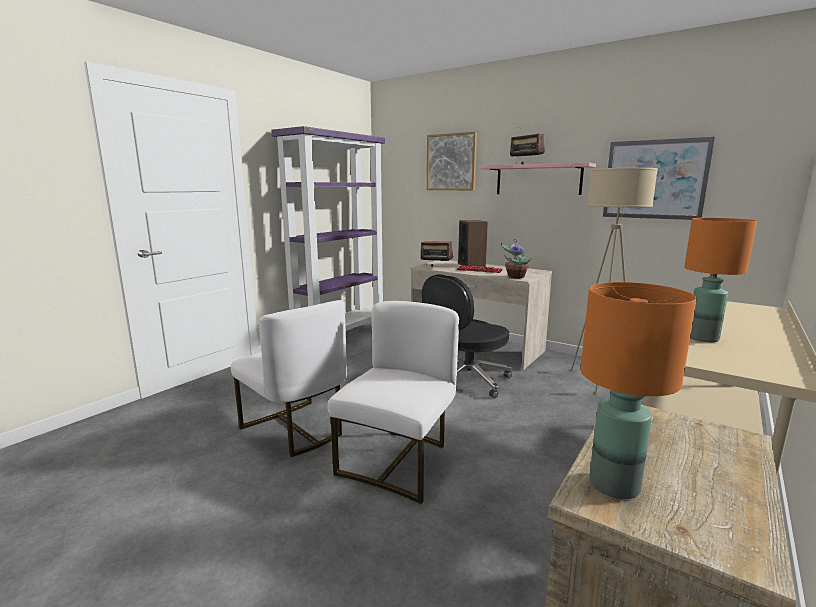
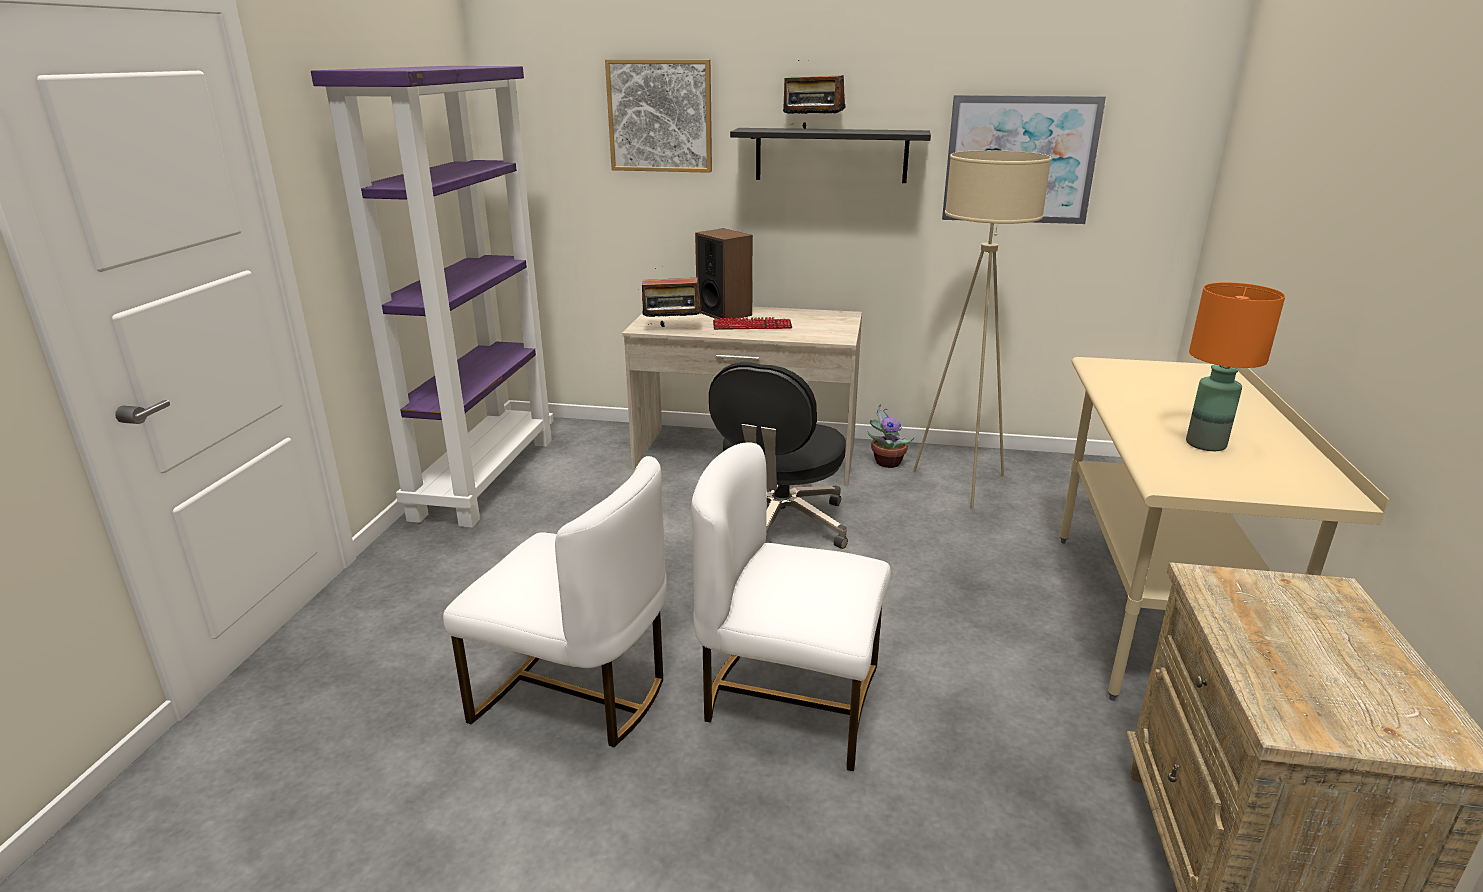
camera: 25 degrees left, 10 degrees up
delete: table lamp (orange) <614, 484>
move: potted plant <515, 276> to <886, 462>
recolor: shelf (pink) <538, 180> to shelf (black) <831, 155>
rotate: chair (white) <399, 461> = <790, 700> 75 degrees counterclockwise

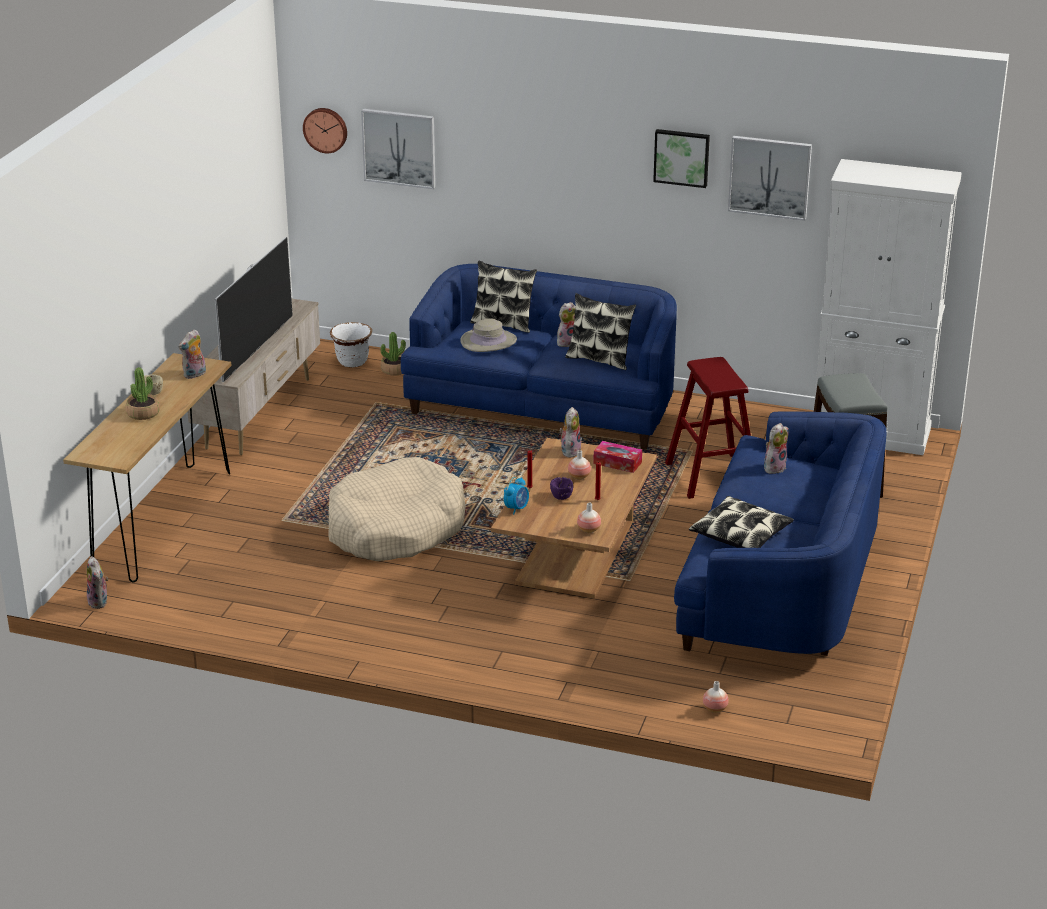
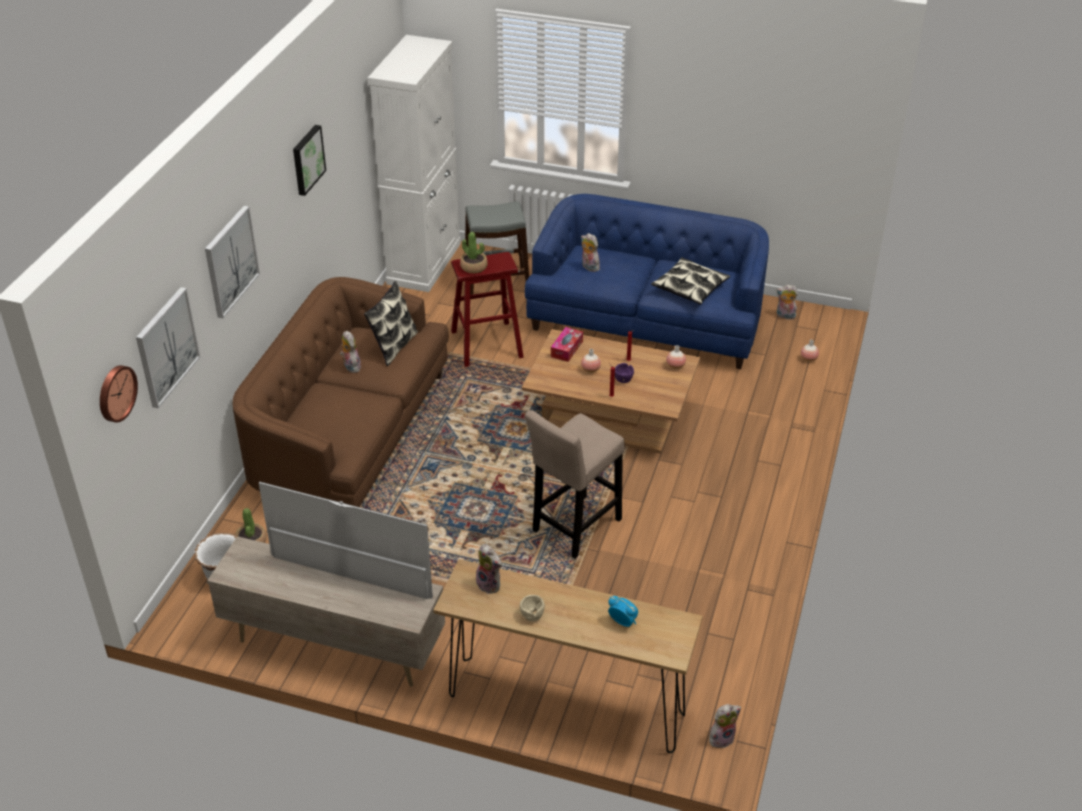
camera: 90 degrees left, 10 degrees up
delete: hat (beige) <488, 341>; pillow <503, 323>
move: picture <769, 177> to <230, 261>; potted plant <143, 413> to <474, 267>; alarm clock <516, 508> to <623, 622>; plush toy <569, 451> to <785, 316>
replace: dog bed (beige) <395, 528> to stool (beige) <574, 528>
recolor: sofa (blue) <544, 405> to sofa (brown) <349, 435>

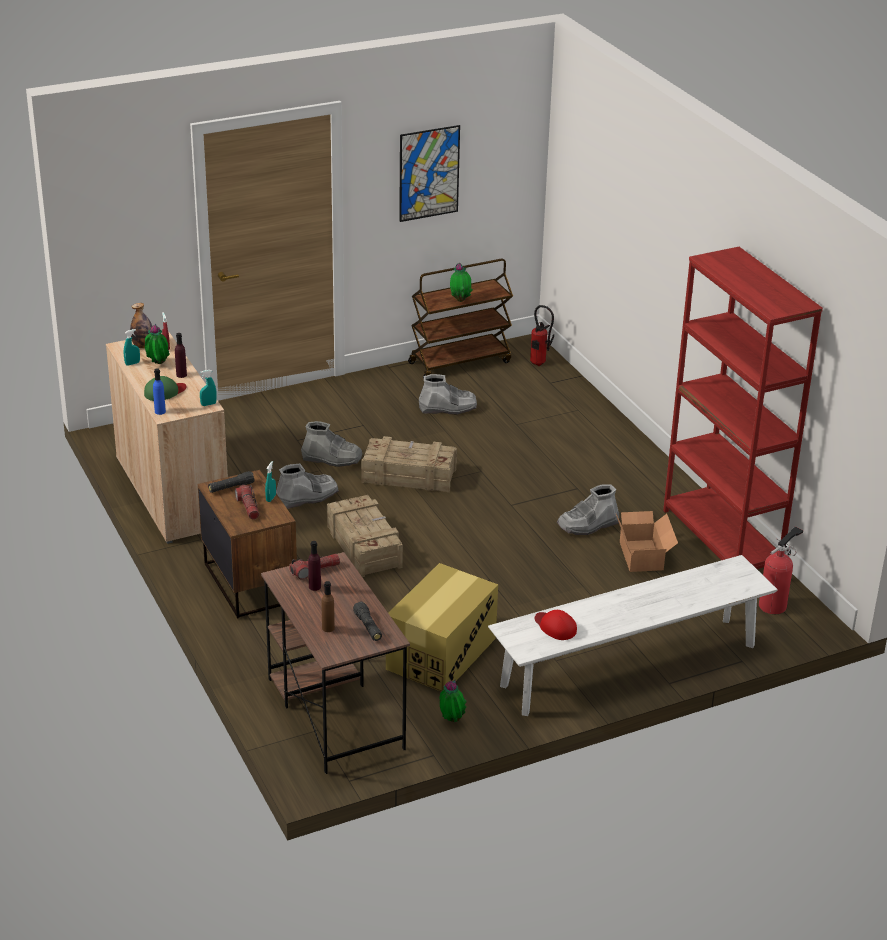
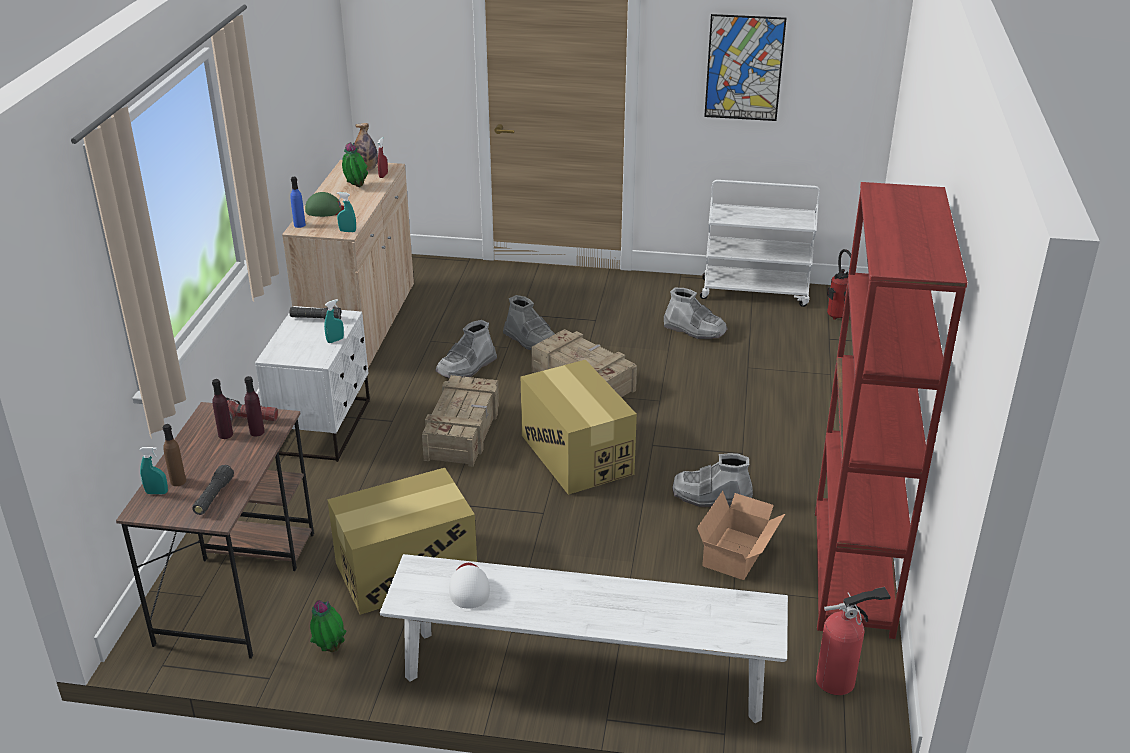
camera: 35 degrees right, 0 degrees up
delete: flashlight <248, 507>; potted plant <460, 300>
insert: cardboard box <577, 454>
move: spray bottle (turquoise) <132, 363> to <157, 492>; bottle (purple) <181, 375> to <257, 432>
recolor: nightstand (brown) <250, 583> to nightstand (white) <323, 427>; cap (red) <555, 626> to cap (white) <469, 587>; cart (brown) <460, 362> to cart (white) <755, 292>
rotate: boot (grey) <307, 497> = <467, 367> 120 degrees clockwise

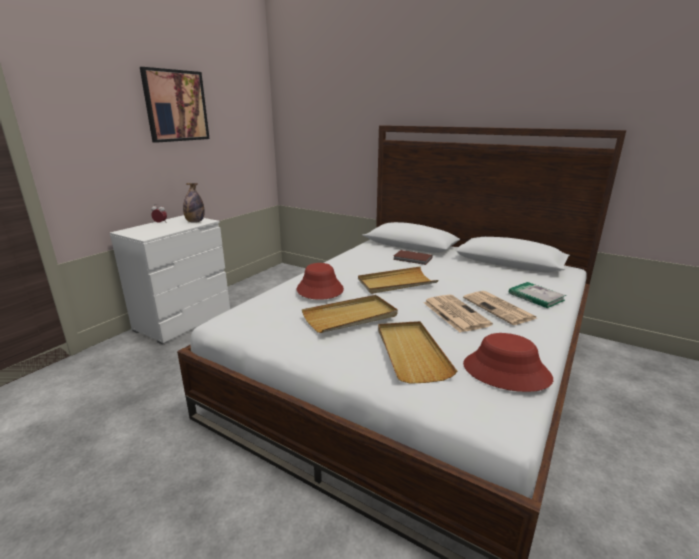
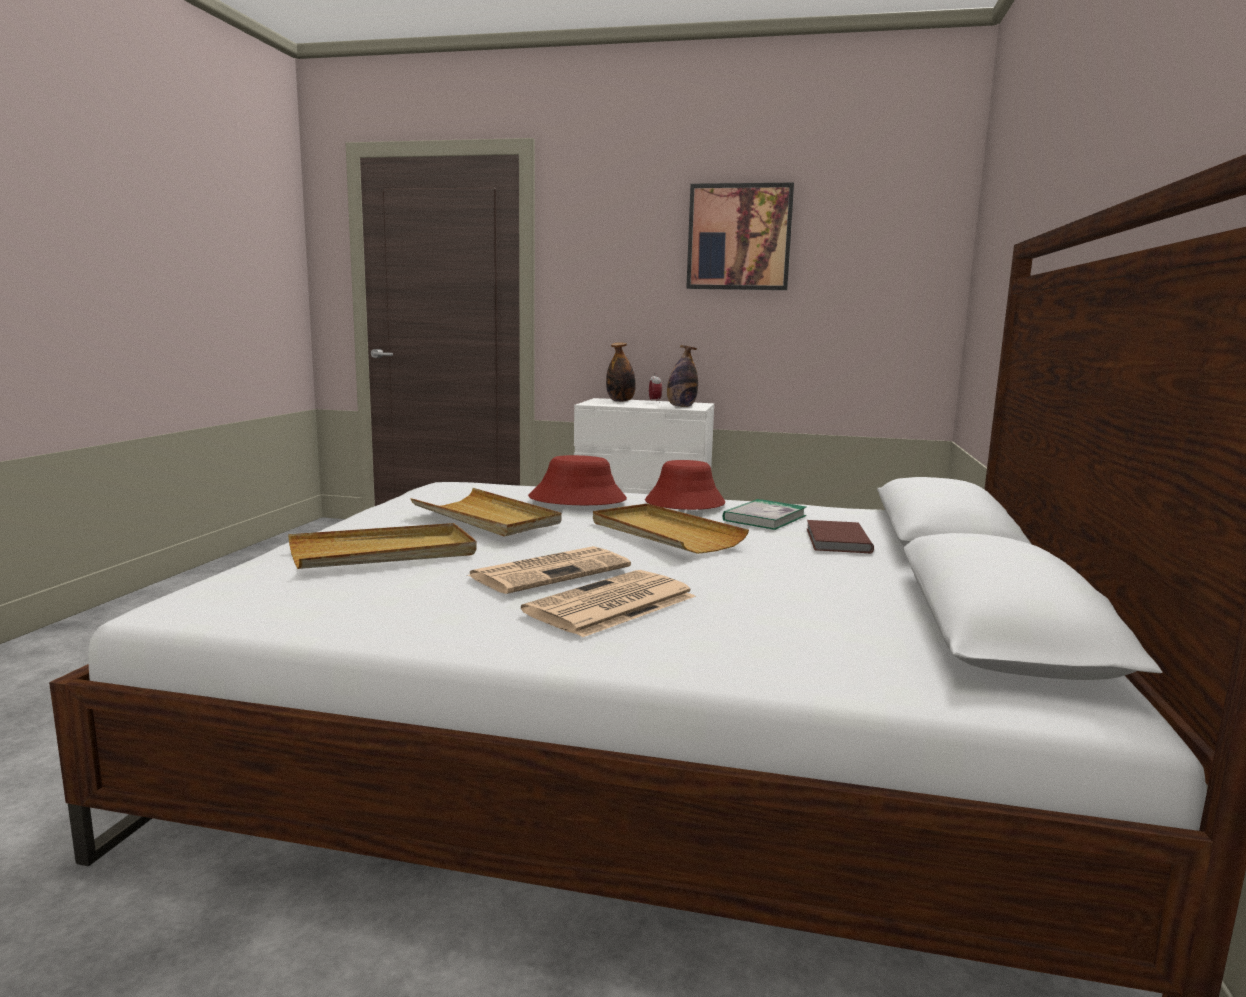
camera: 70 degrees right, 10 degrees down
insert: bottle <620, 401>
move: hat (red) <506, 372> to <684, 503>; book <536, 297> to <765, 518>

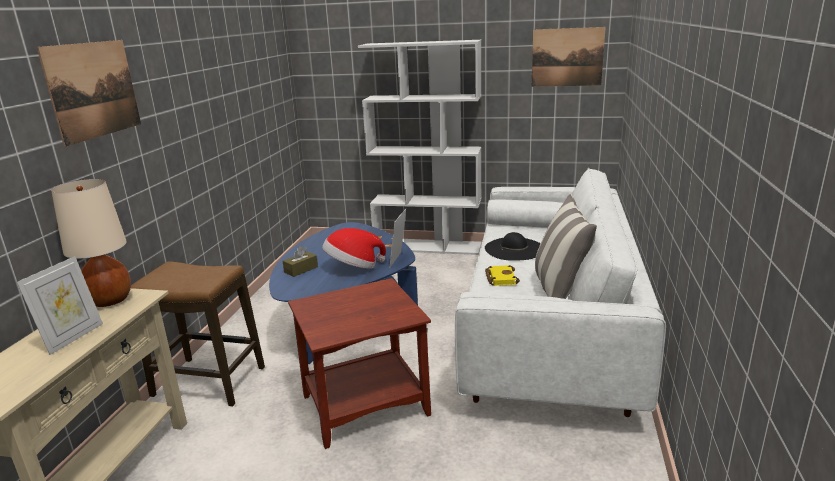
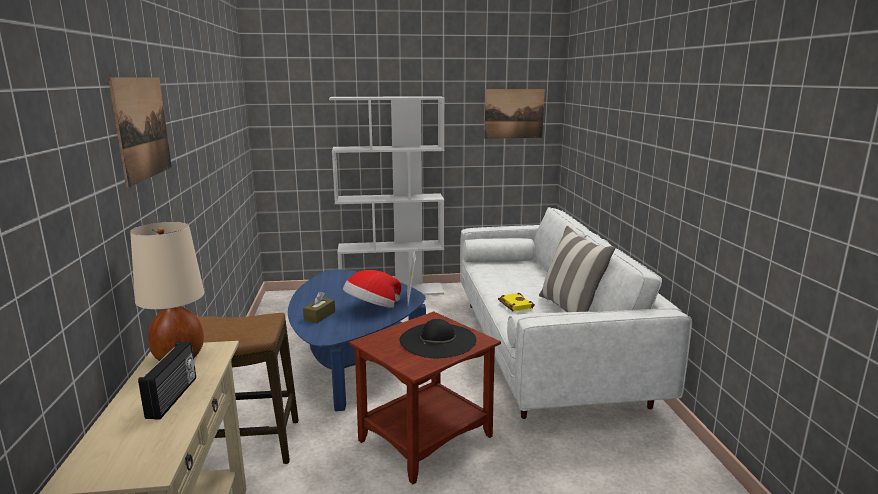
camera: 20 degrees left, 5 degrees down
move: hat (black) <514, 249> to <437, 340>
replace: picture frame <73, 337> to radio <174, 397>

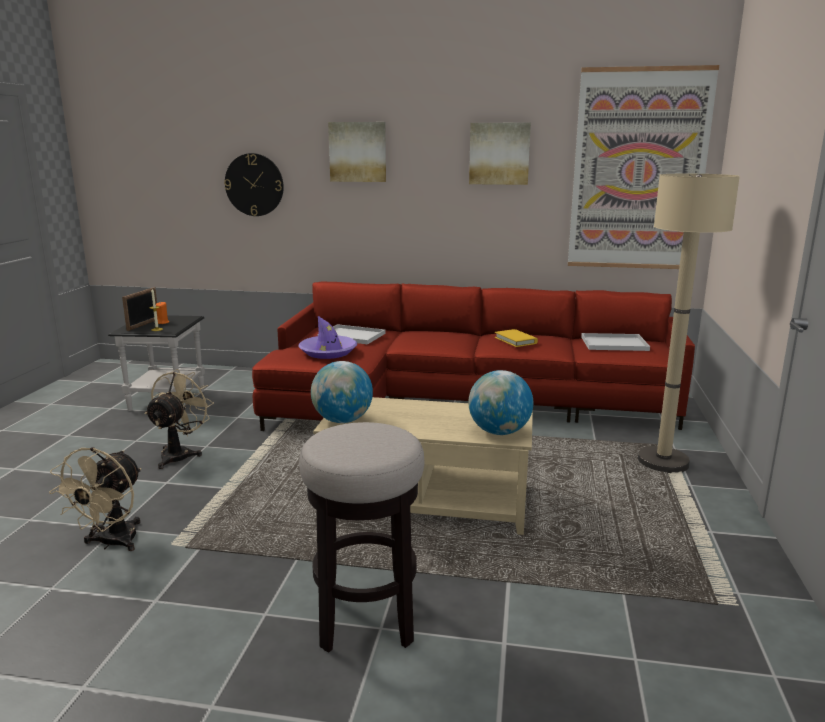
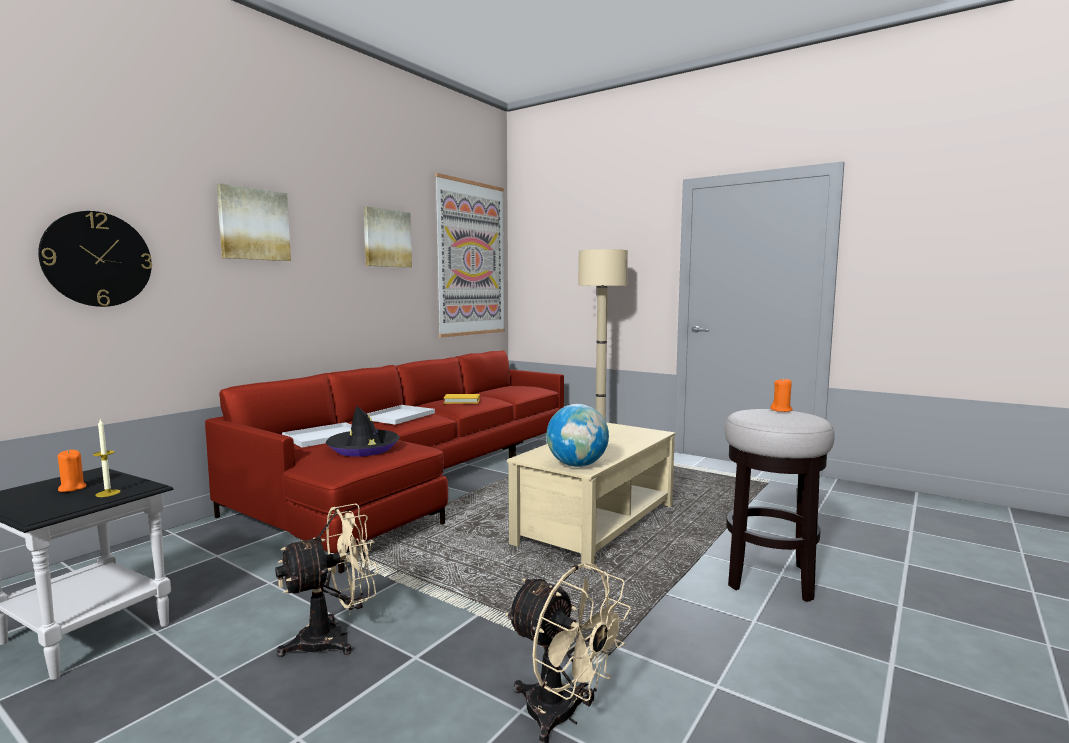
camera: 65 degrees left, 10 degrees down
delete: picture frame <143, 325>; globe <499, 432>
insert: candle (orange) <781, 410>
move: tray (white) <615, 343> to <399, 416>
recolor: hat (purple) <328, 352> to hat (black) <363, 449>
rotate: fan (beige) <180, 454> = <333, 638> 105 degrees clockwise

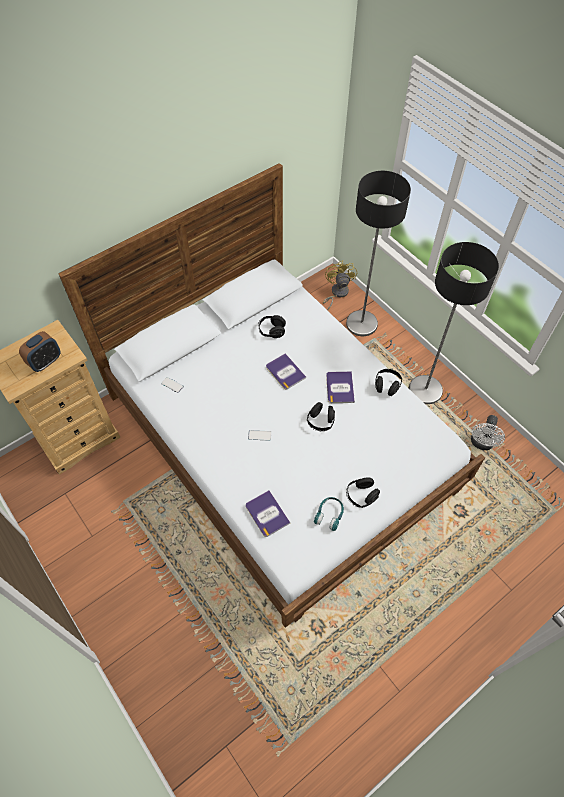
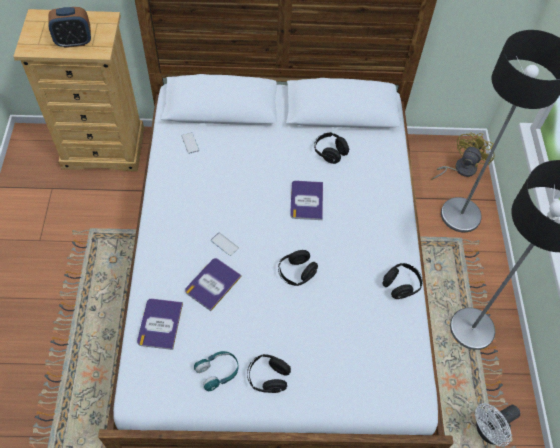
camera: 35 degrees right, 0 degrees up
move: book <340, 387> to <212, 284>

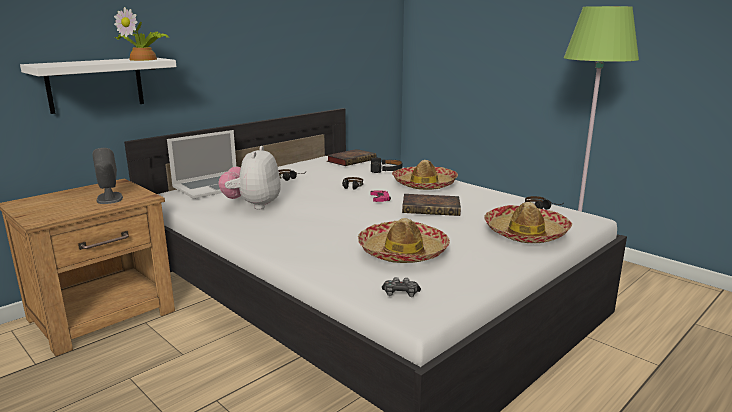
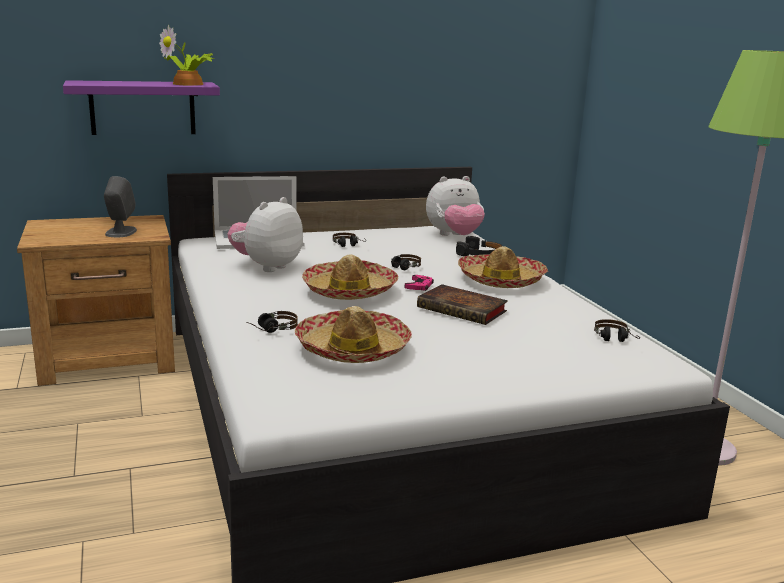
camera: 25 degrees right, 0 degrees up
delete: game controller <400, 294>
insert: headphones <270, 330>
move: hat <526, 233> to <349, 290>
replace: book <352, 160> to plush toy <454, 236>
recolor: shelf (white) <95, 84> to shelf (purple) <142, 108>

